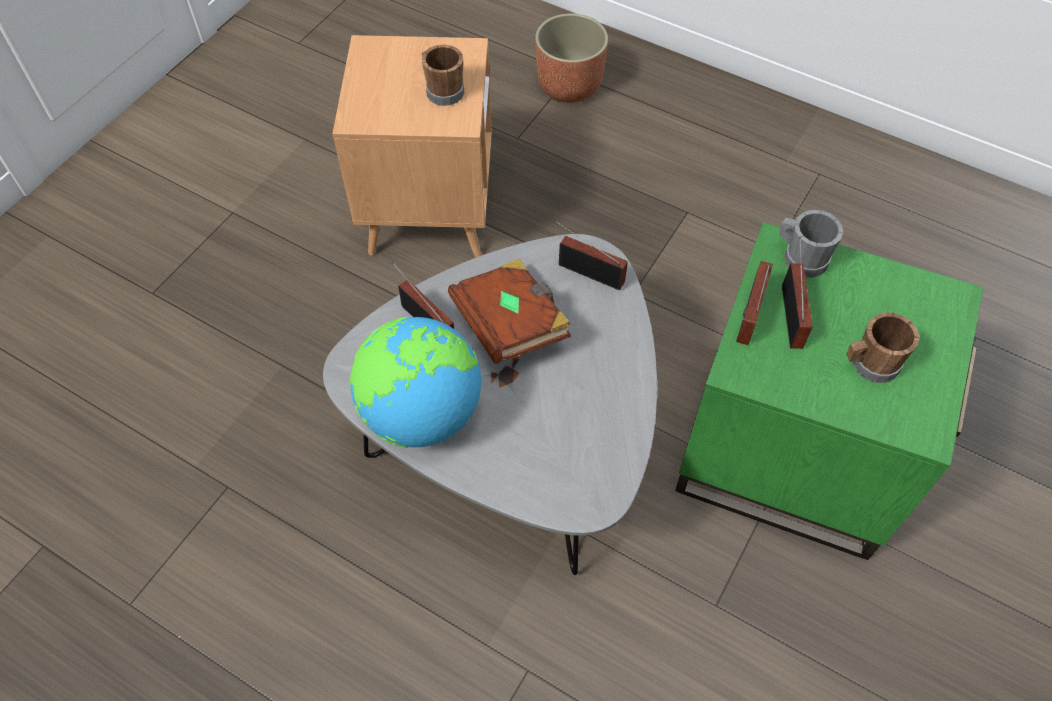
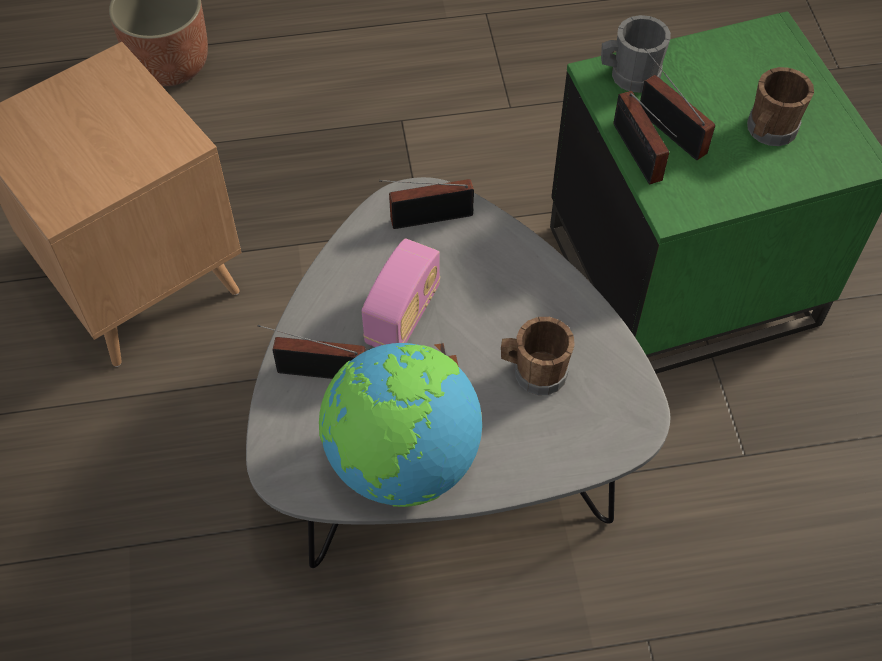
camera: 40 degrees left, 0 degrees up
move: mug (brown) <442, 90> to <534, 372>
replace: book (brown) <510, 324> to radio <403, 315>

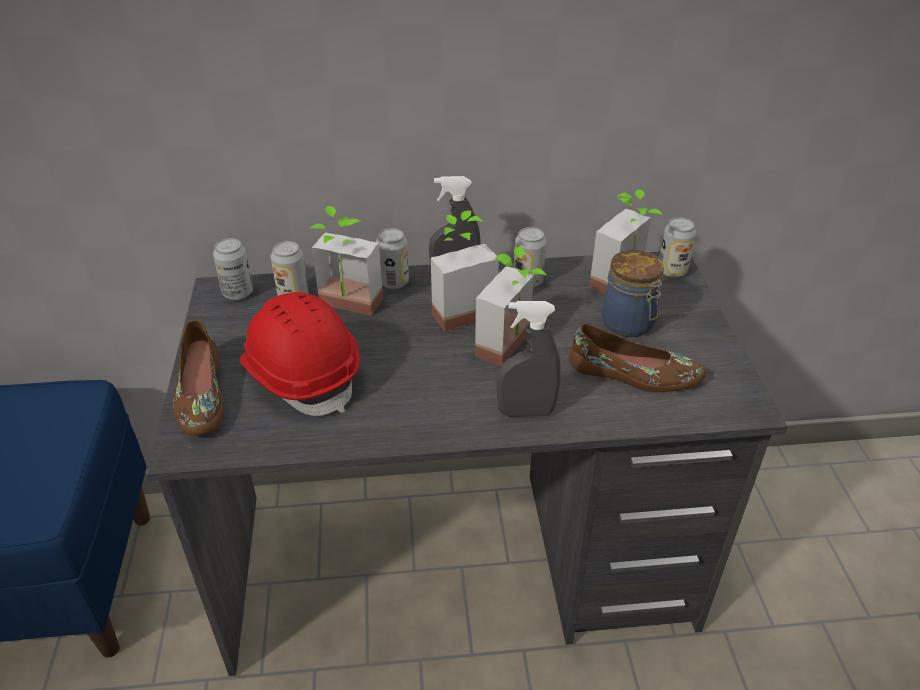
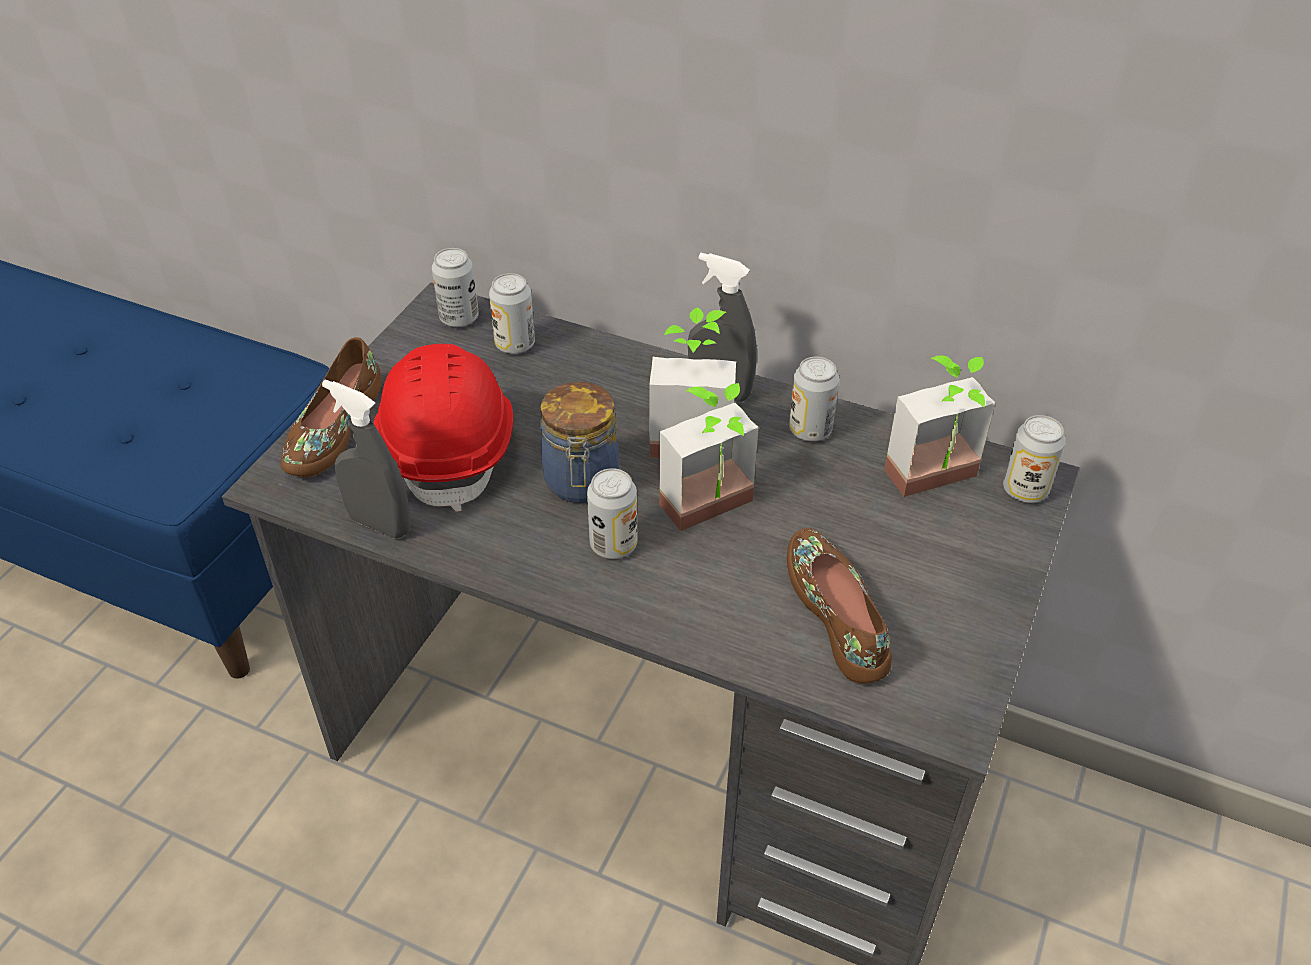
camera: 30 degrees right, 5 degrees up
delete: potted plant <346, 308>
move: spray bottle (grey) <526, 412> to <379, 524>; jar <629, 324> to <581, 483>; can <393, 282> to <613, 544>
rotate: shoe (brown) <634, 374> = <838, 612> 150 degrees counterclockwise

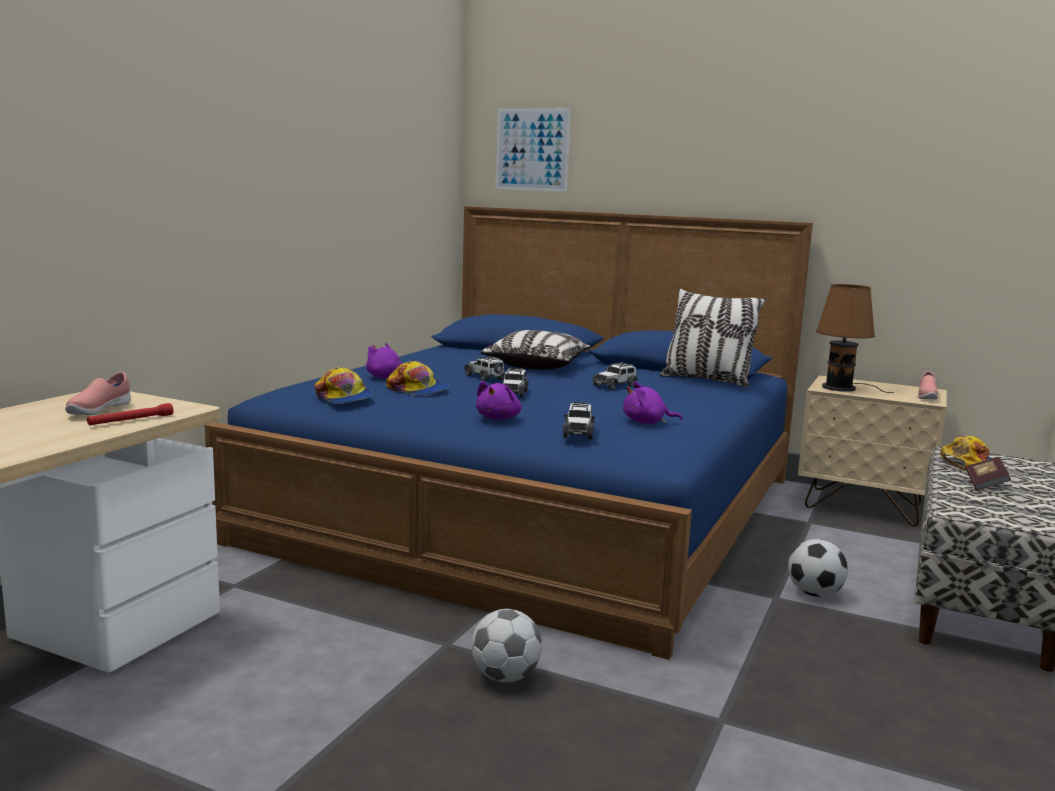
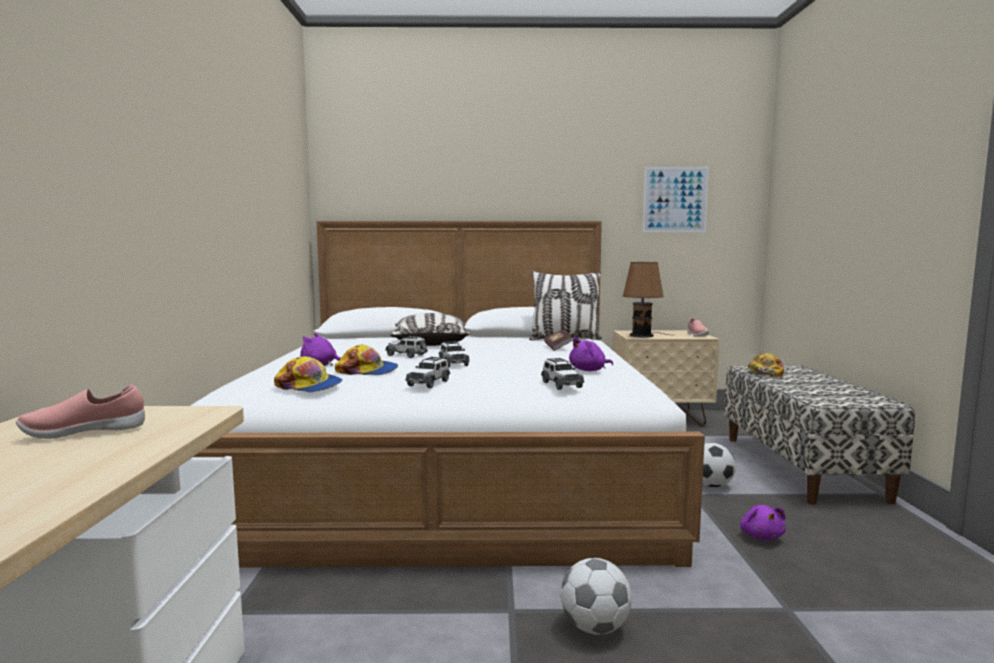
camera: 25 degrees left, 5 degrees down
delete: flashlight (red) <131, 420>
move: toy car <615, 386> to <429, 383>; book <985, 484> to <557, 347>; picture <532, 149> to <675, 199>; plush toy (purple) <499, 418> to <761, 536>
recolor: bed (blue) <535, 507> to bed (white) <451, 463>
rotate: shoe (pink) <98, 411> = <85, 433> 75 degrees clockwise

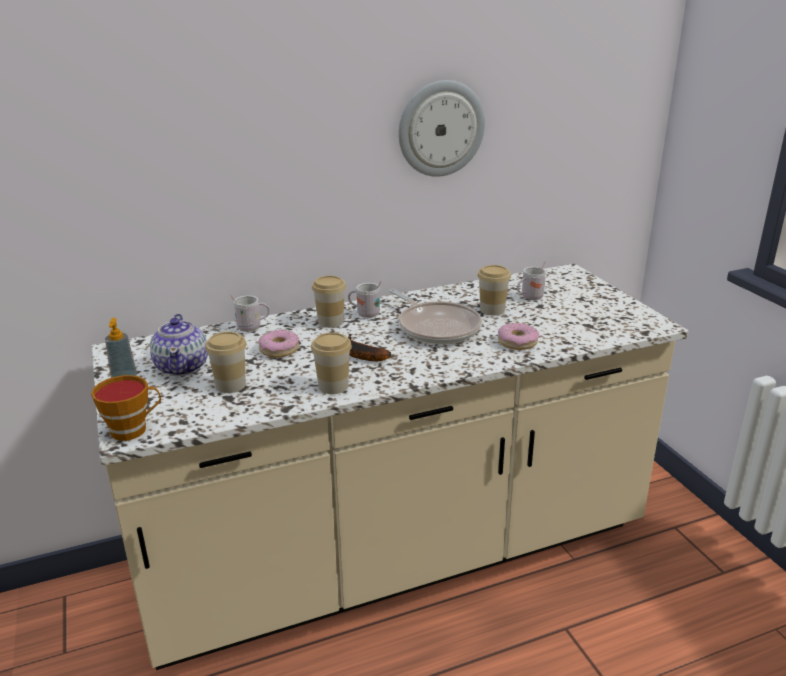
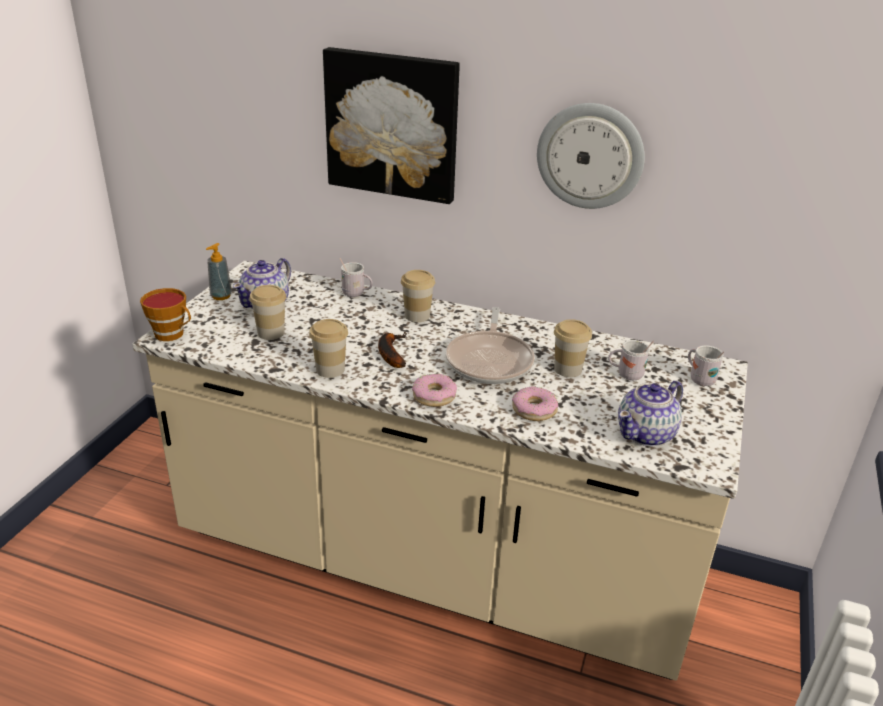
camera: 40 degrees right, 5 degrees up
insert: picture <393, 124>; teapot <646, 434>
move: donut <279, 349> to <434, 396>; mug (white) <365, 314> to <699, 378>

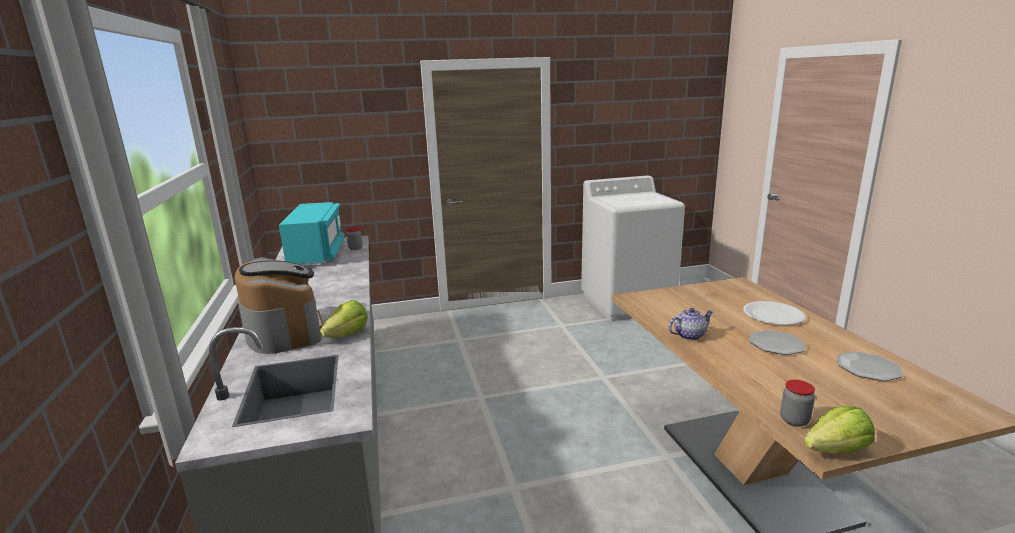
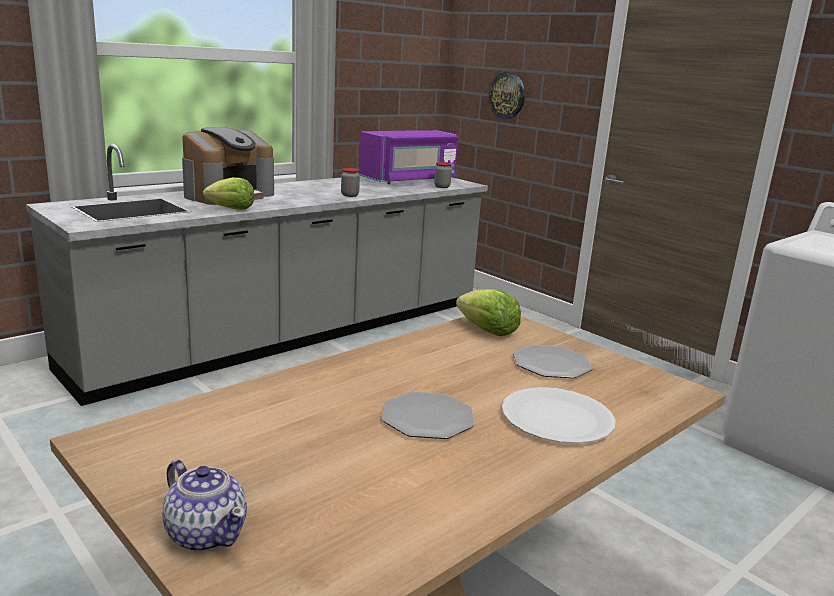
camera: 60 degrees right, 0 degrees up
insert: wall clock <507, 95>
move: teapot <689, 335> to <206, 533>; jar <794, 420> to <350, 195>; lettuce <836, 450> to <487, 331>; plate <868, 368> to <551, 364>
recolor: microwave (turquoise) <317, 254> to microwave (purple) <409, 180>

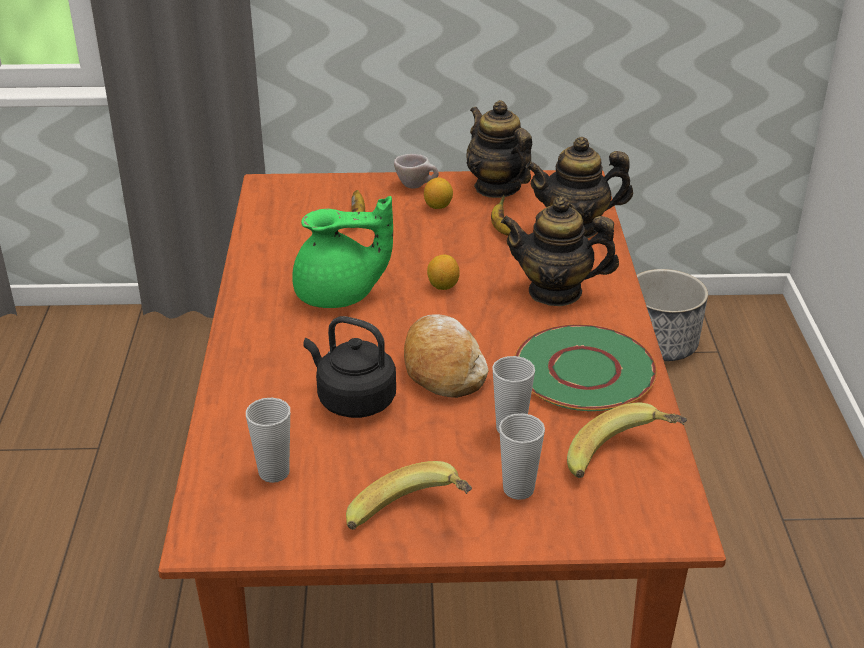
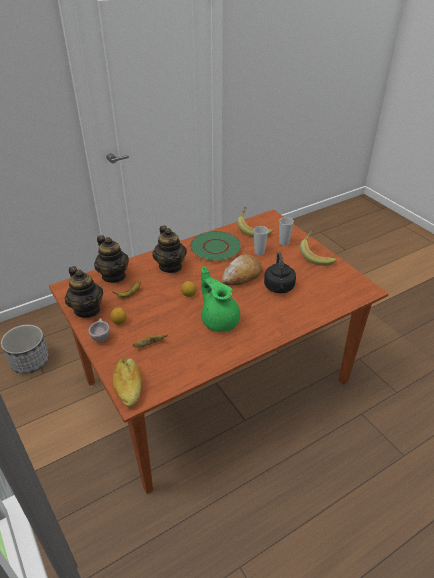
camera: 120 degrees left, 5 degrees up
delete: cup <274, 472>
insert: bread <128, 386>
rotate: teapot <497, 187> = <87, 310> 60 degrees counterclockwise

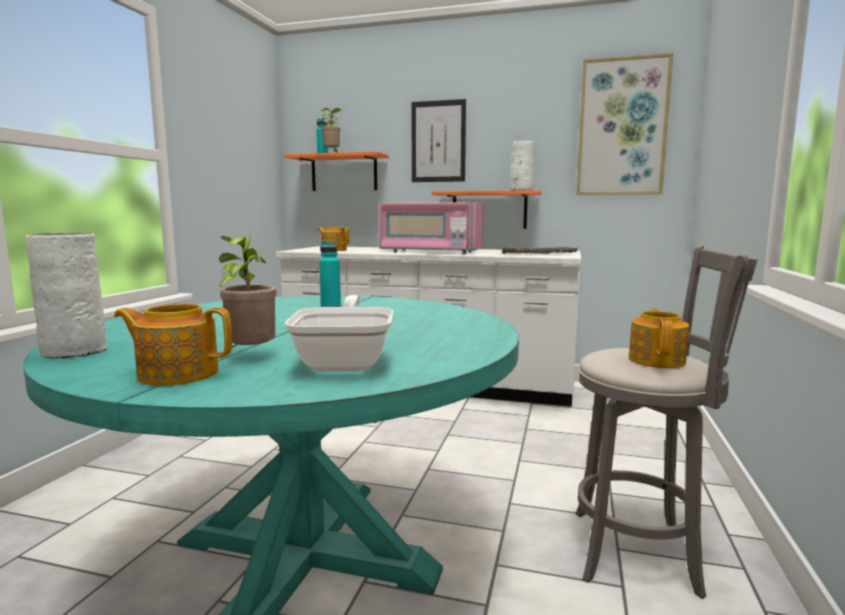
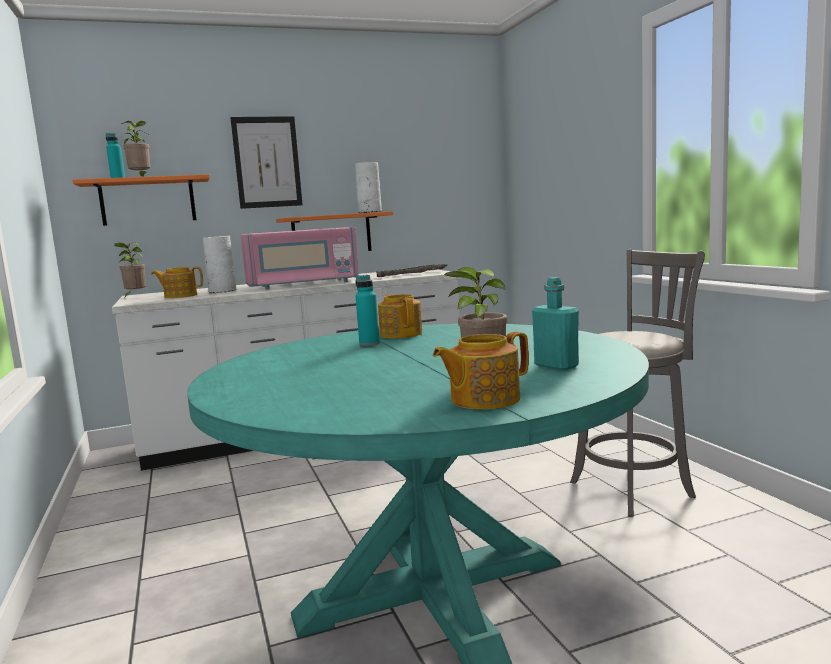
camera: 35 degrees left, 0 degrees up
delete: picture <622, 127>
insert: potted plant <134, 296>
move: vase (white) <74, 351> to <221, 291>; teapot <657, 360> to <401, 334>
replace: frying pan <346, 362> to bottle (turquoise) <556, 366>

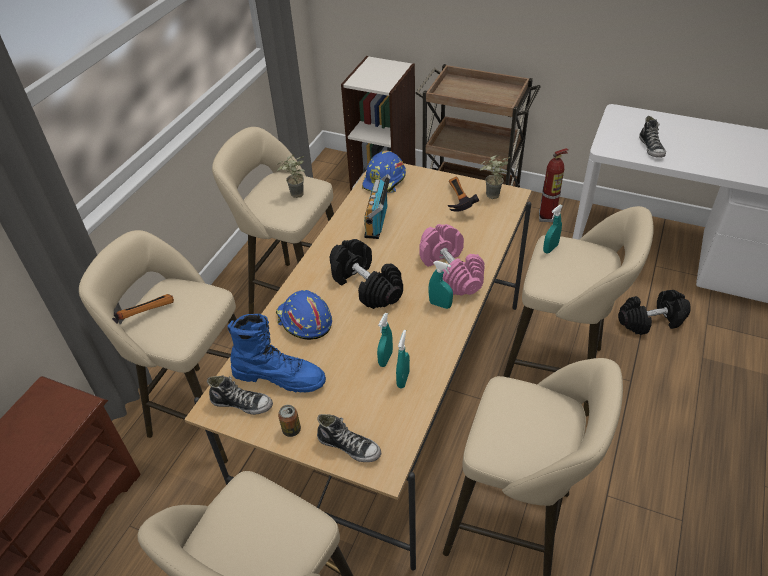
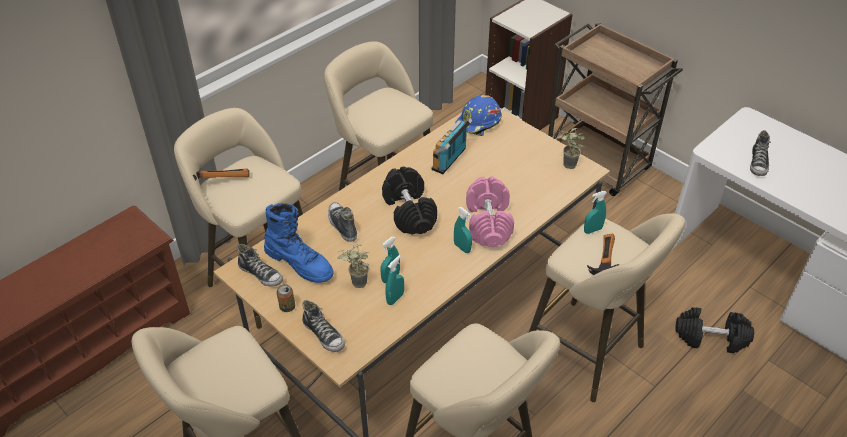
camera: 20 degrees right, 0 degrees up
delete: fire extinguisher <548, 217>
move: potted plant <295, 196> to <355, 285>; hammer <456, 202> to <601, 262>
replace: hard hat (blue) <304, 321> to shoe <342, 225>

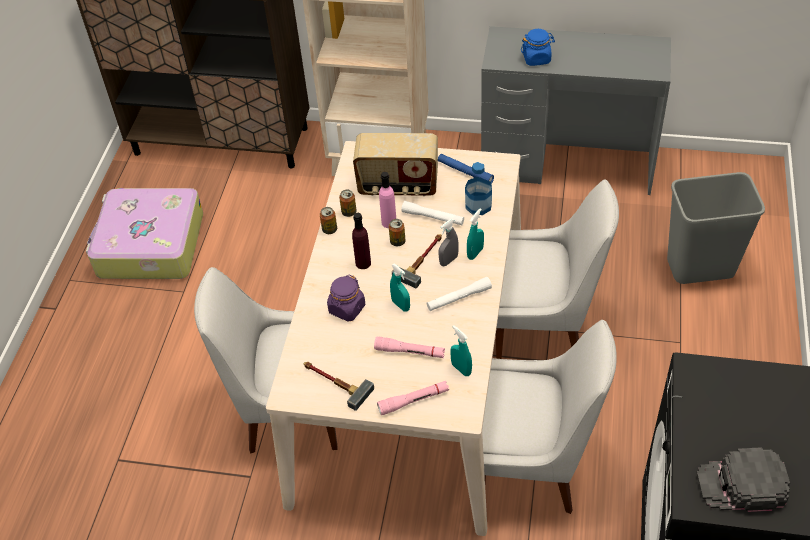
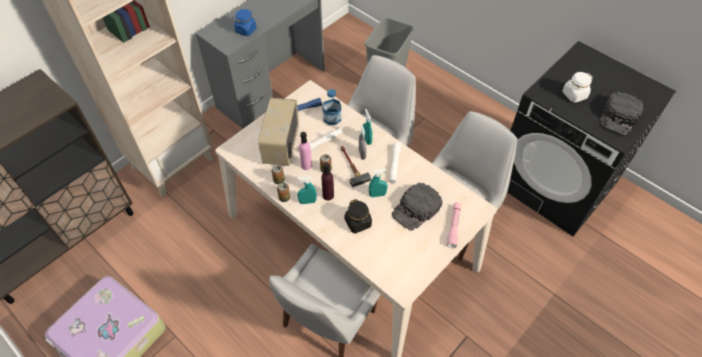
camera: 60 degrees left, 5 degrees up
delete: hammer <334, 382>
insert: jar (white) <574, 95>
move: spray bottle (turquoise) <461, 369> to <307, 202>
replace: flashlight (pink) <410, 352> to cap (black) <416, 209>
recolor: jar (purple) <347, 309> to jar (black) <358, 223>
rotate: radio <398, 186> = <280, 145> 150 degrees clockwise

